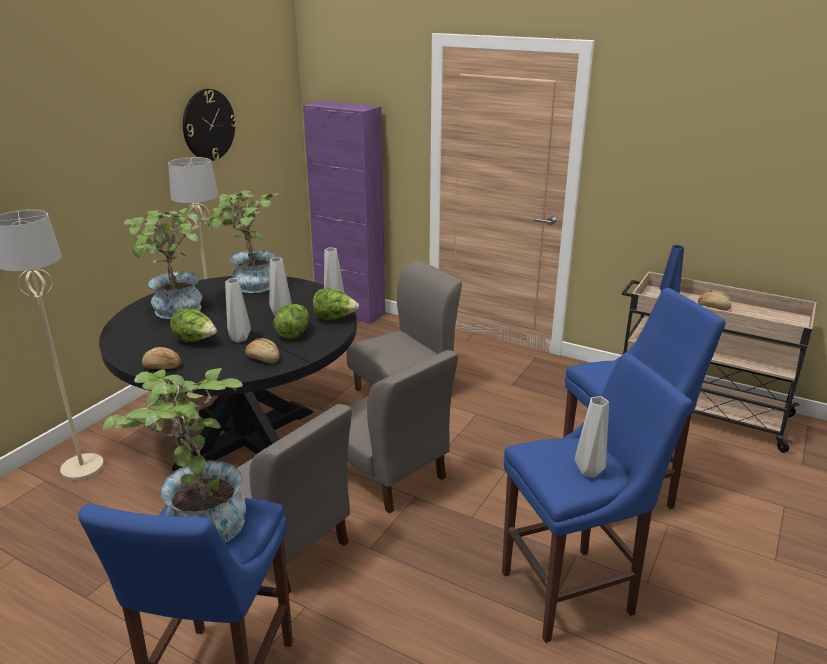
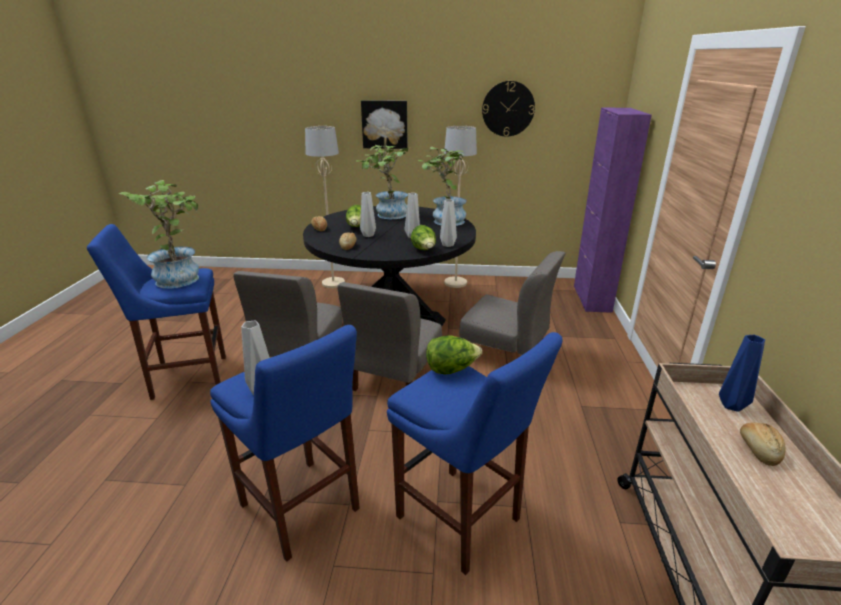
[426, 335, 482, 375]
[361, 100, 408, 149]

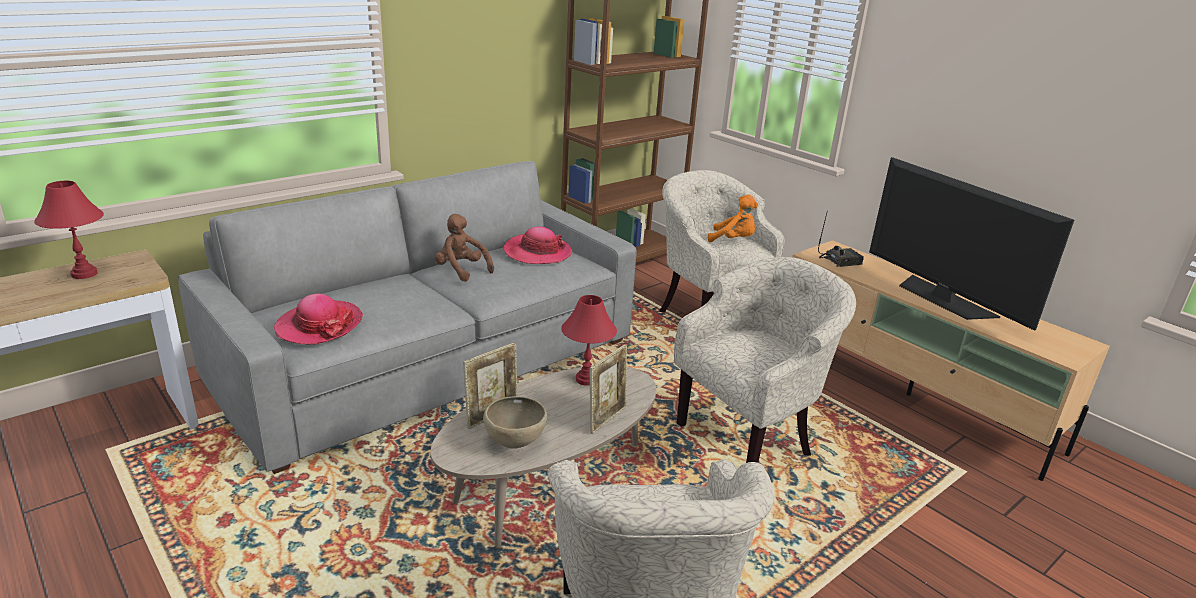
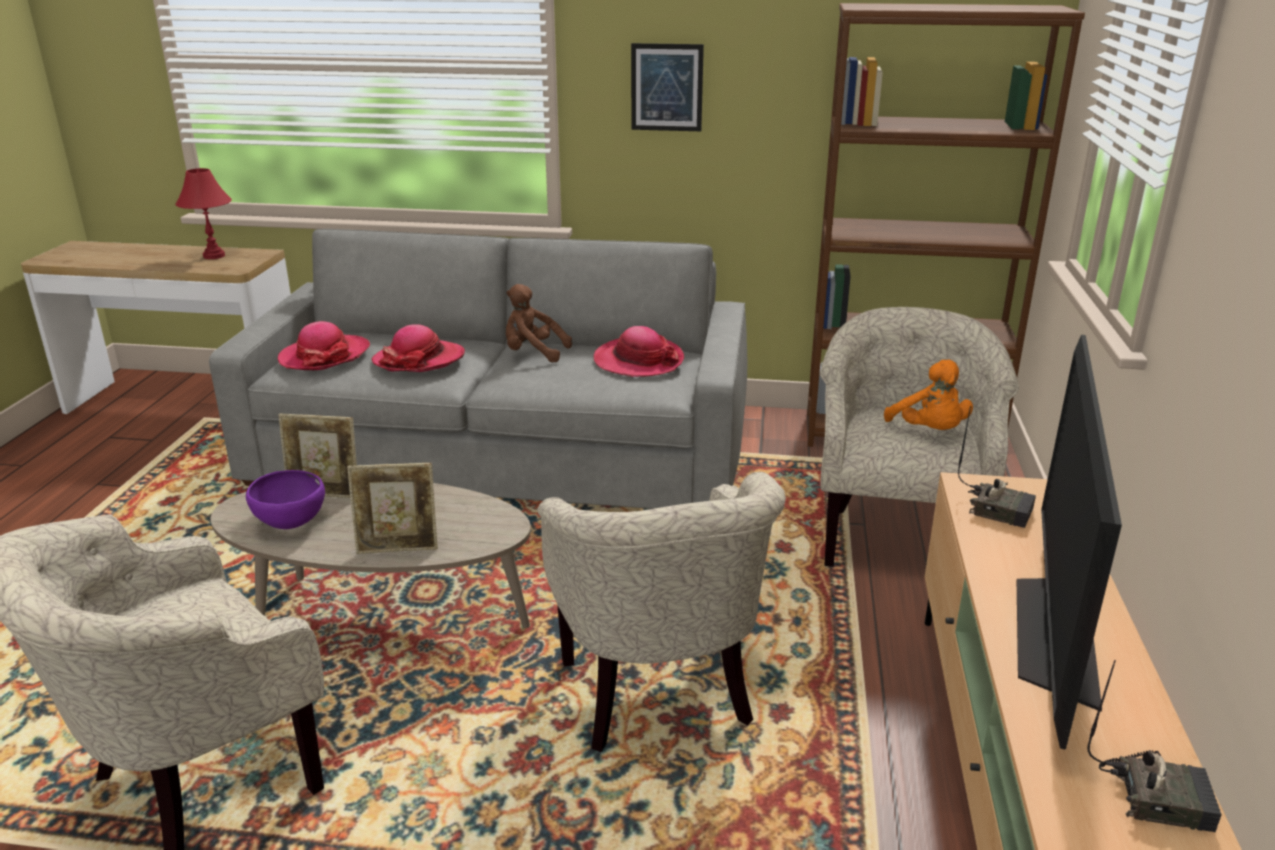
[506, 284, 572, 363]
[246, 470, 325, 529]
[561, 295, 617, 386] (first image)
[538, 472, 786, 752]
[372, 324, 465, 372]
[631, 43, 704, 131]
[1087, 660, 1222, 832]

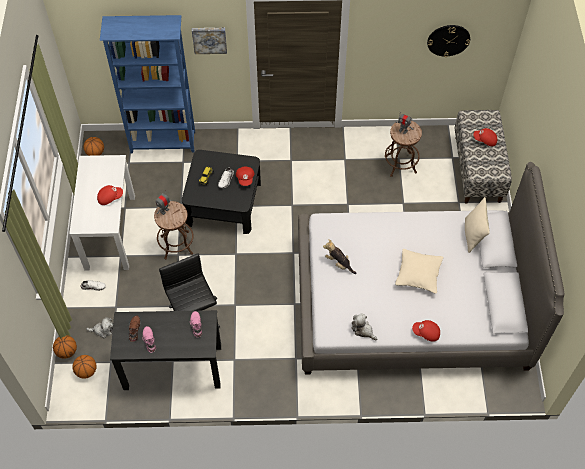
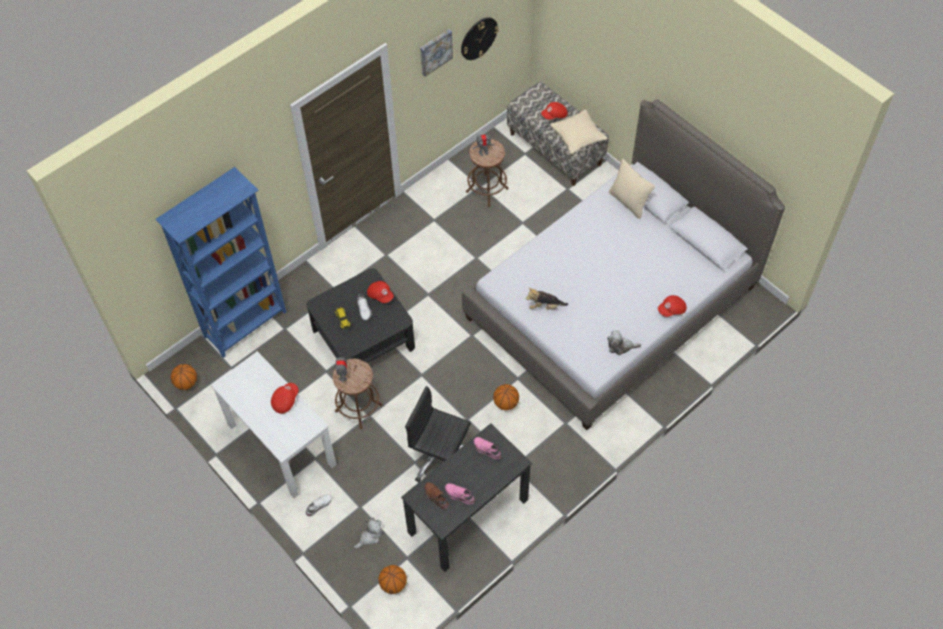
[493, 384, 519, 410]
[420, 29, 453, 77]
[550, 109, 608, 154]

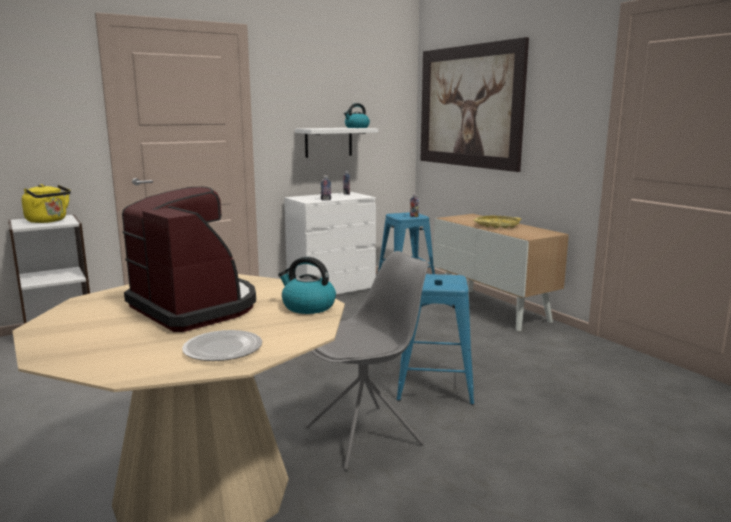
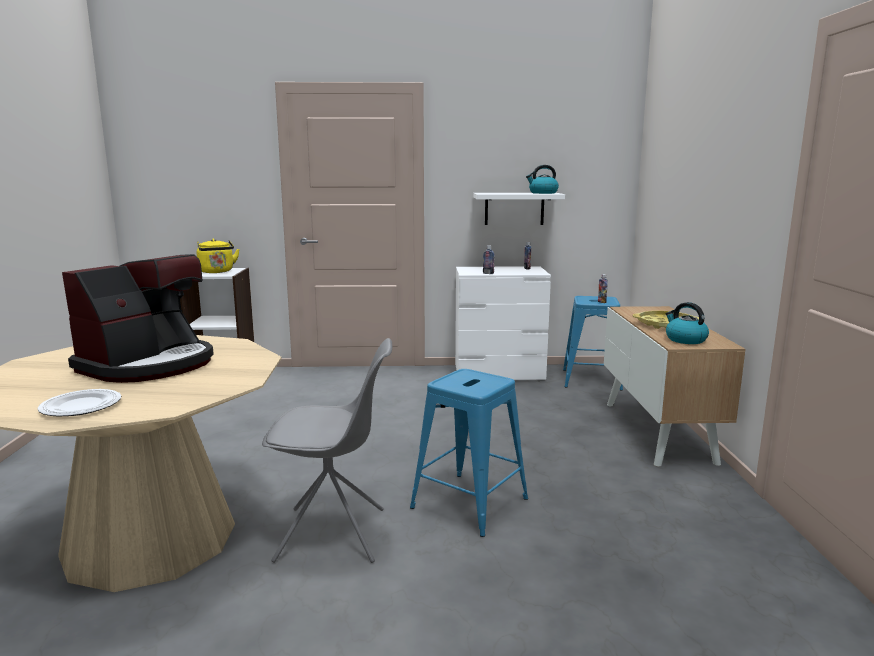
[62, 254, 214, 383]
[665, 302, 709, 344]
[420, 37, 529, 172] (first image)

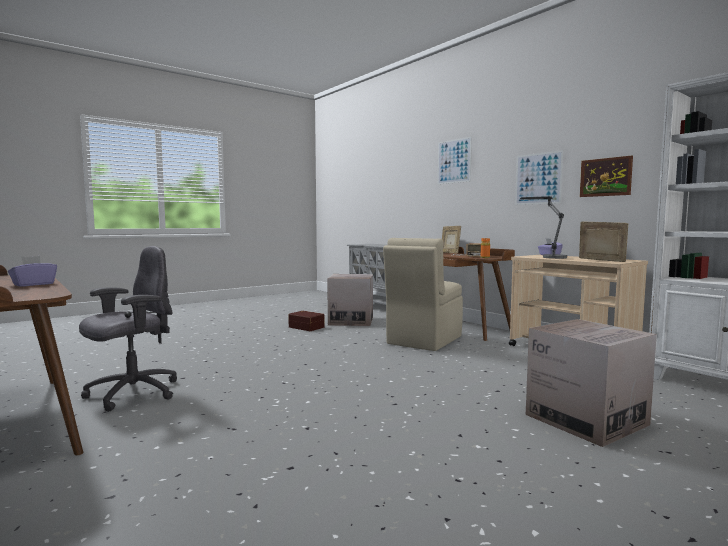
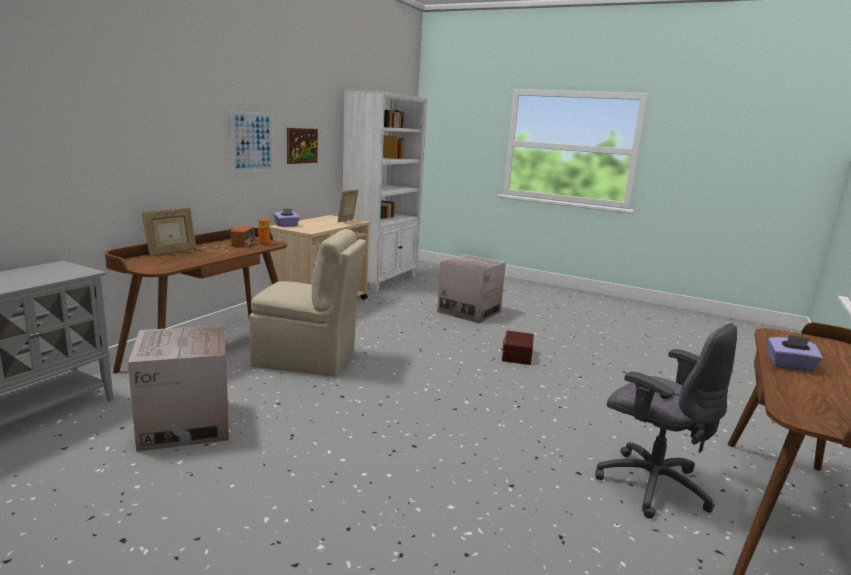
[596, 323, 737, 519]
[501, 331, 534, 365]
[438, 136, 472, 184] (first image)
[520, 196, 567, 259] (first image)

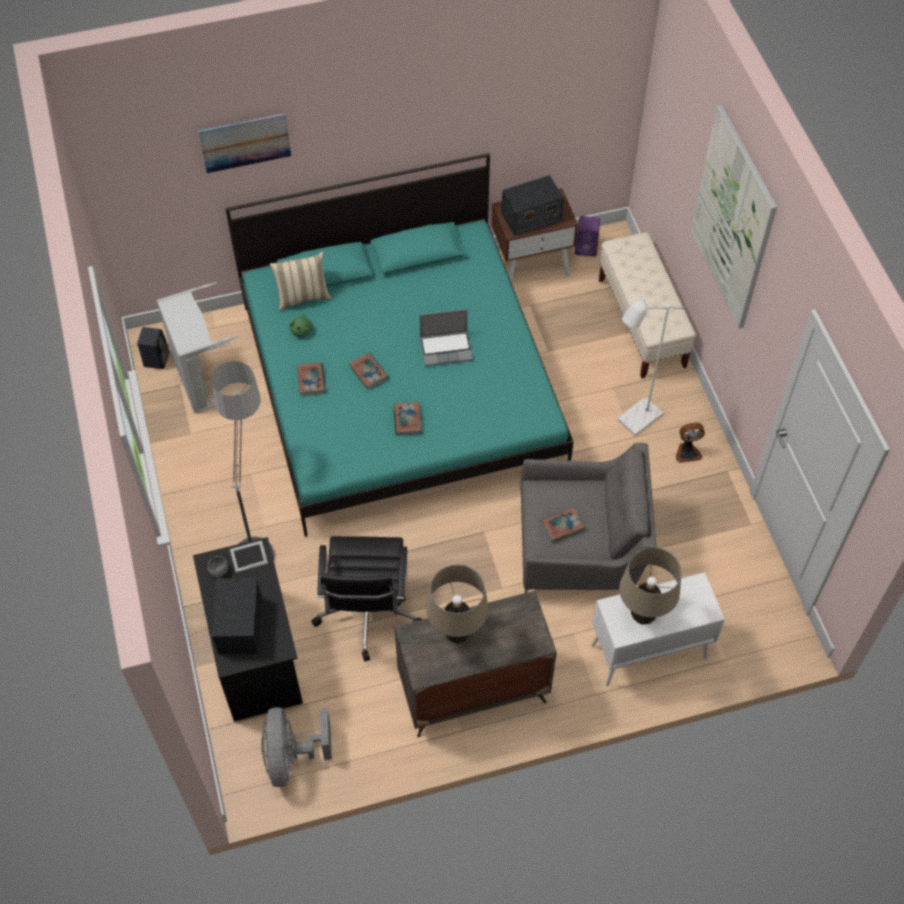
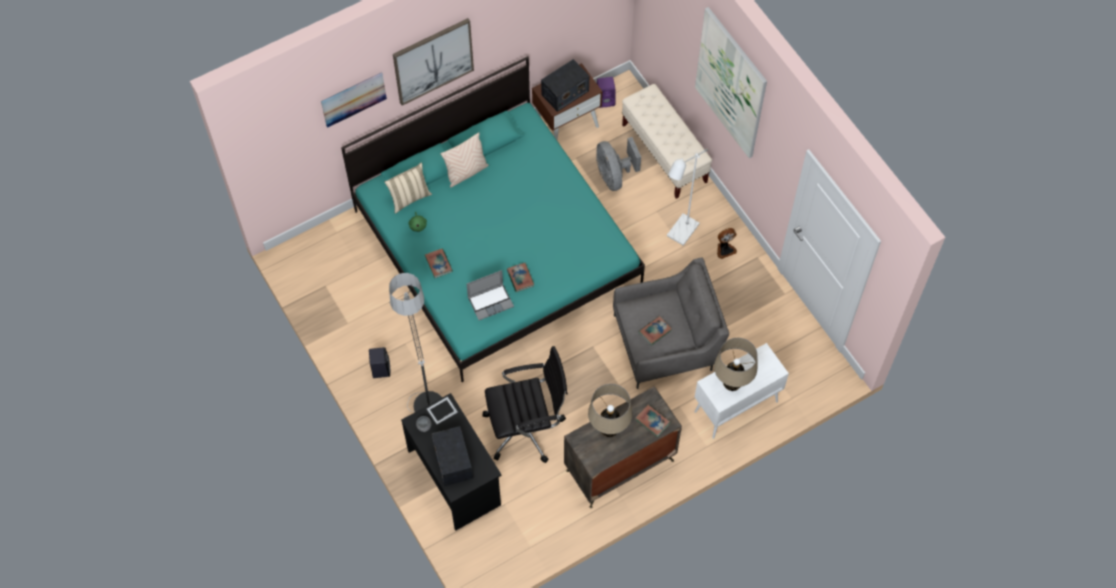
[369, 347, 391, 378]
[157, 282, 239, 414] (first image)
[596, 137, 641, 191]
[483, 346, 568, 463]
[635, 404, 671, 437]
[467, 270, 514, 320]
[393, 18, 474, 106]
[440, 132, 489, 188]

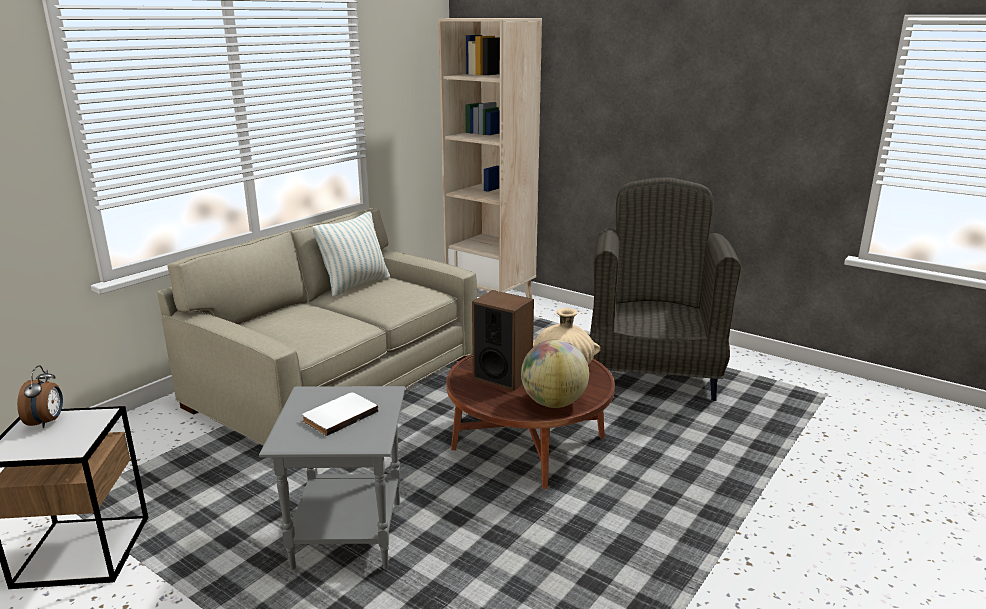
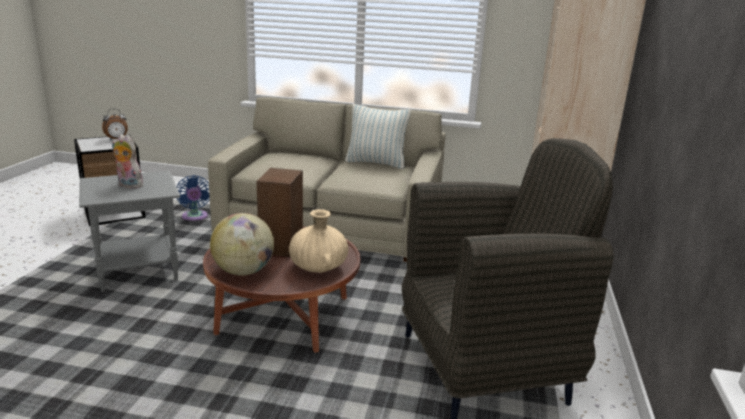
[112, 134, 143, 189]
[176, 175, 210, 221]

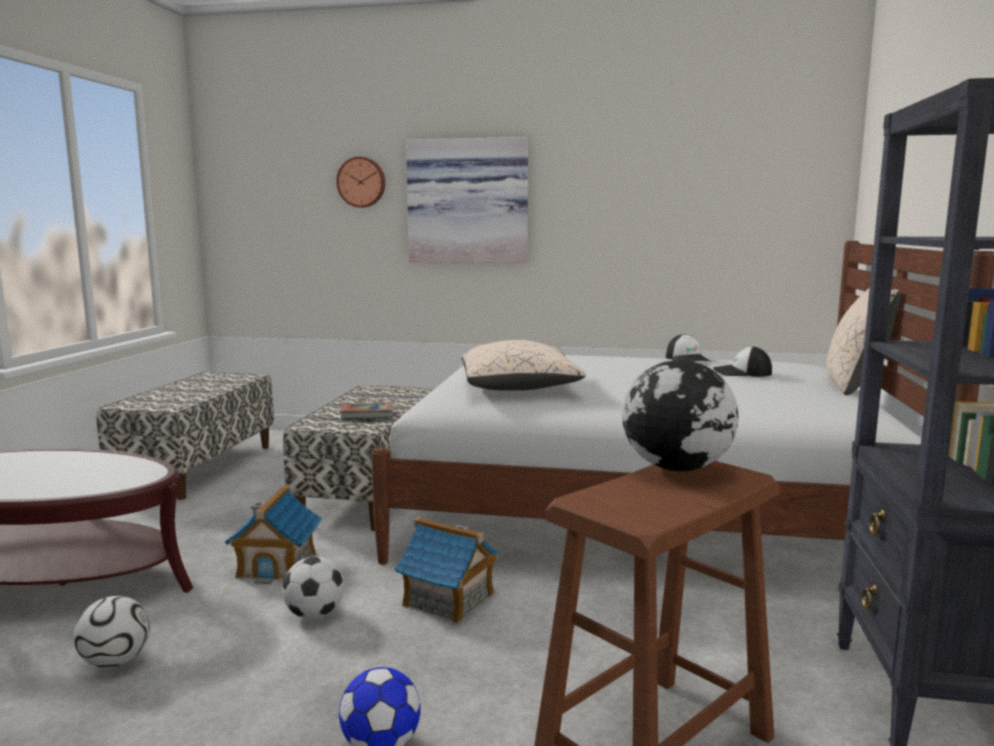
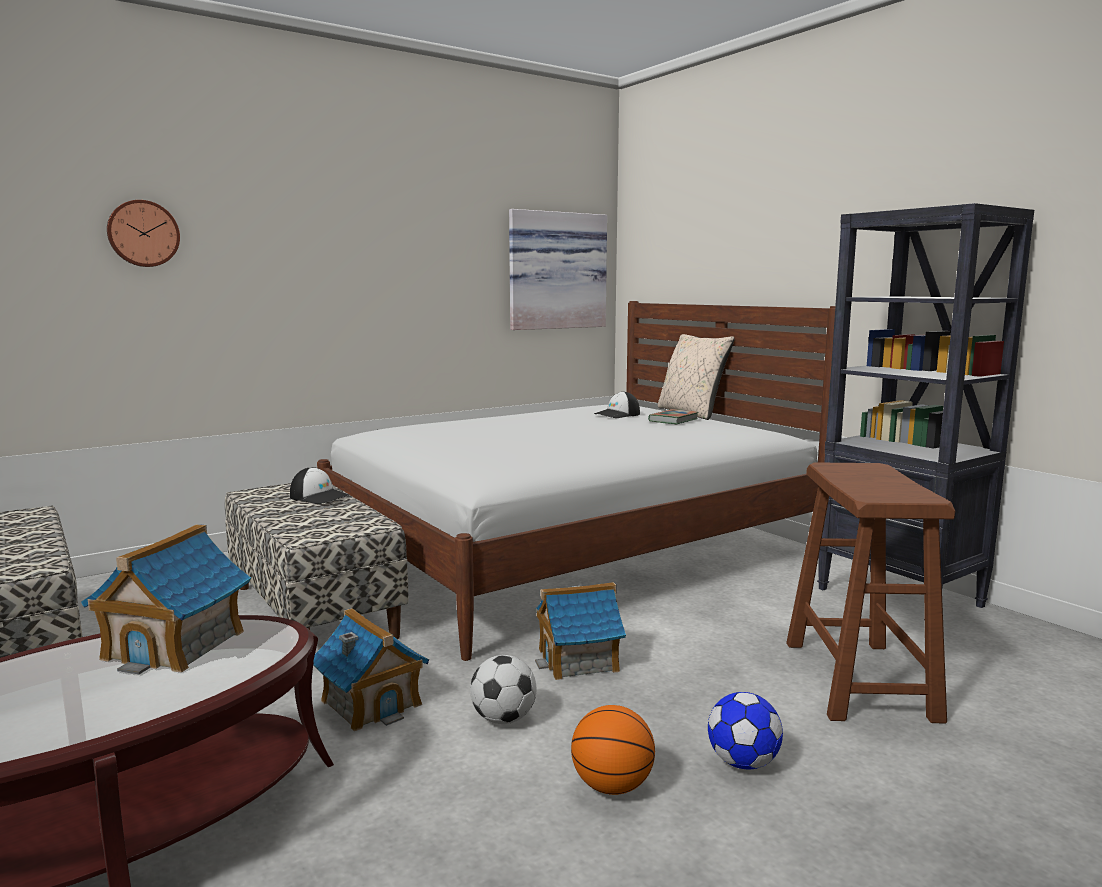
[74, 596, 150, 667] (first image)
[648, 409, 699, 424]
[509, 209, 607, 330]
[461, 340, 586, 391] (first image)
[622, 360, 739, 471] (first image)
[290, 467, 349, 504]
[81, 524, 251, 674]
[571, 705, 655, 795]

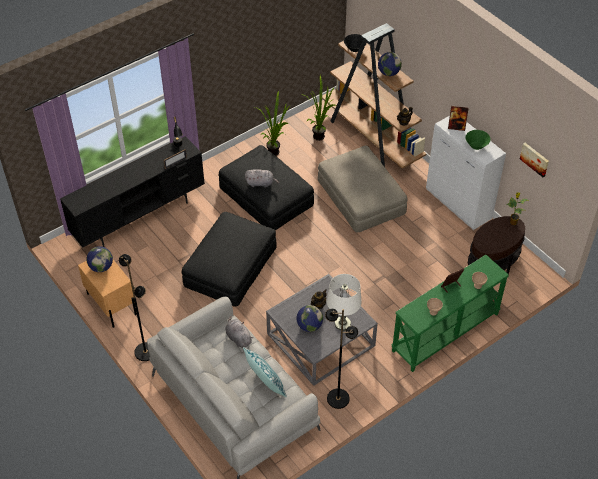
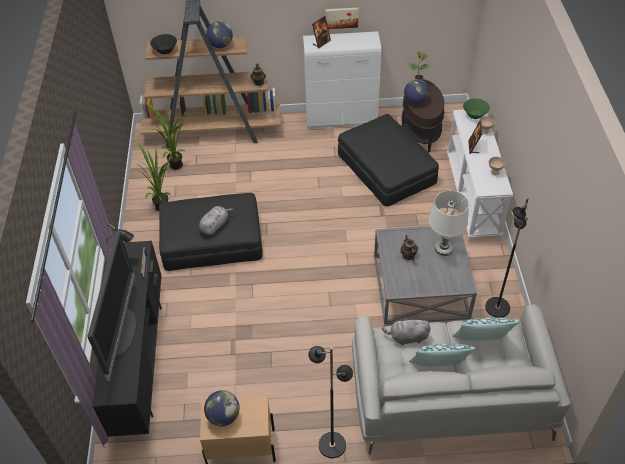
[338, 114, 439, 206]
[404, 79, 429, 104]
[318, 146, 407, 232] (first image)
[447, 110, 513, 242]
[463, 98, 490, 119]
[325, 8, 359, 29]
[87, 231, 137, 381]
[409, 344, 476, 366]

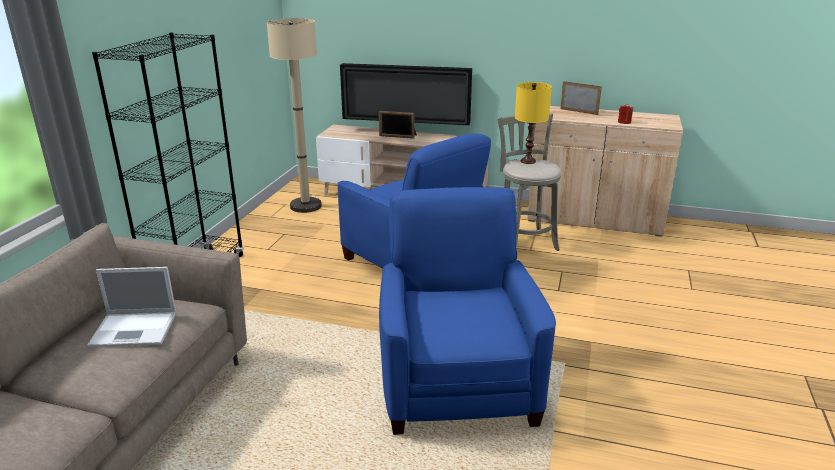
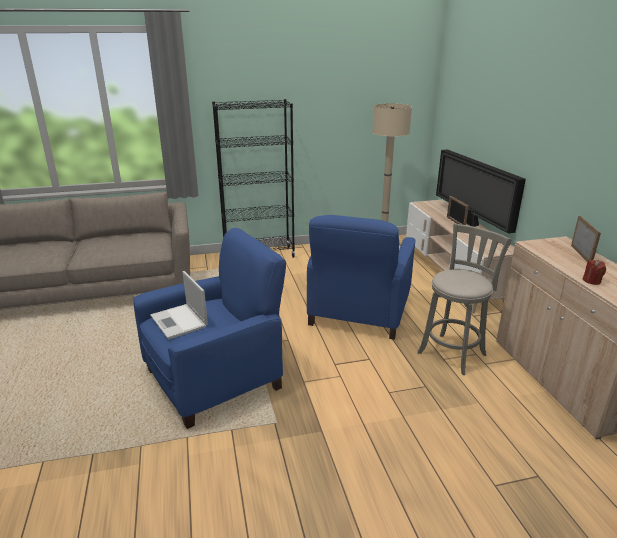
[150, 271, 208, 339]
[515, 82, 552, 164] (first image)

